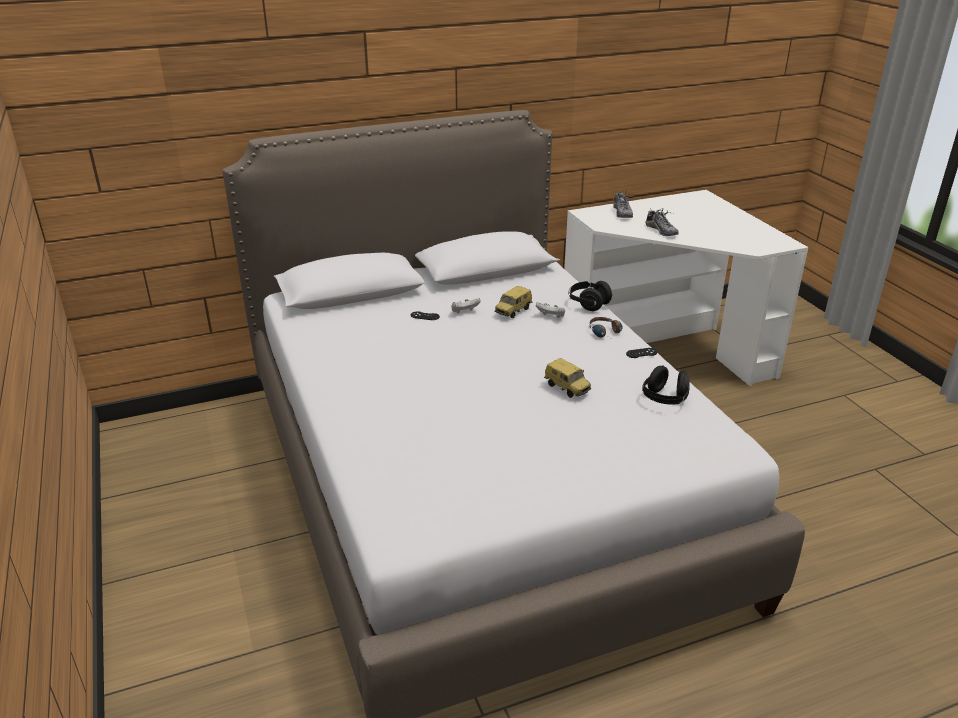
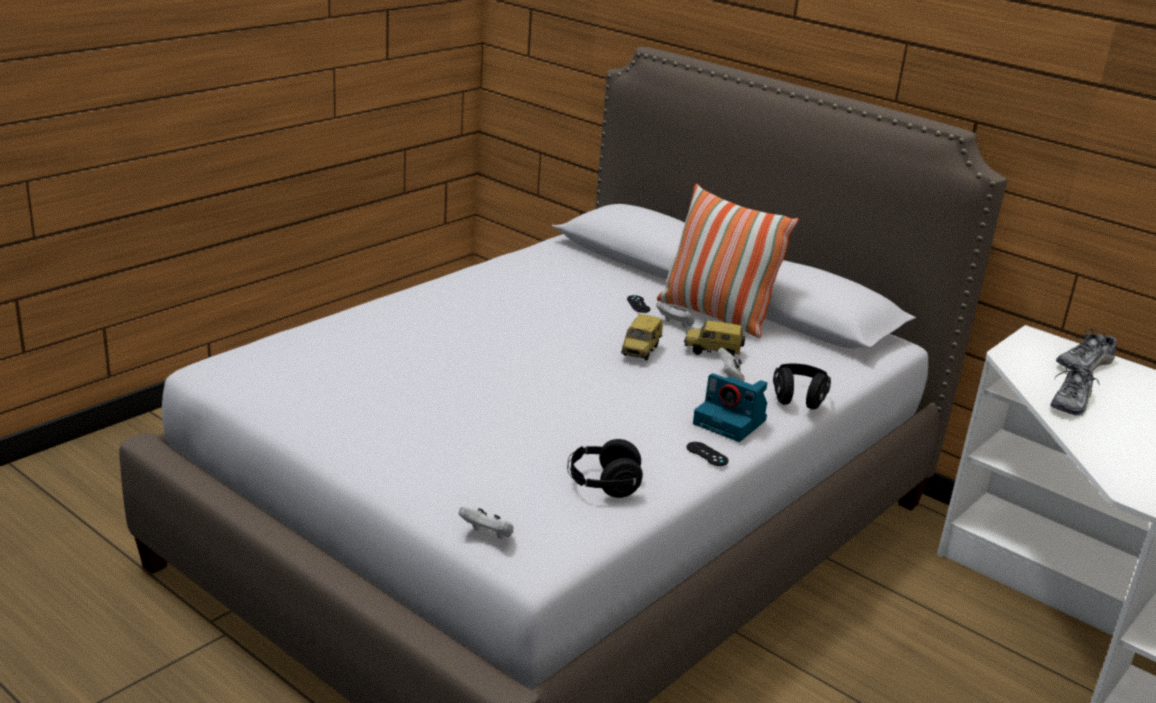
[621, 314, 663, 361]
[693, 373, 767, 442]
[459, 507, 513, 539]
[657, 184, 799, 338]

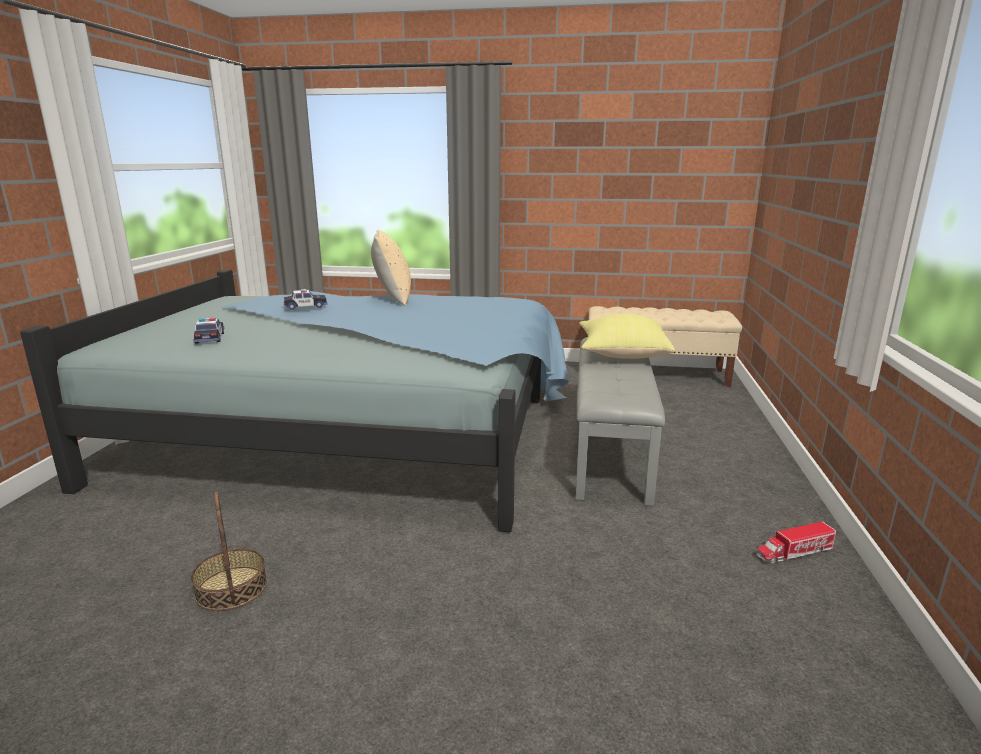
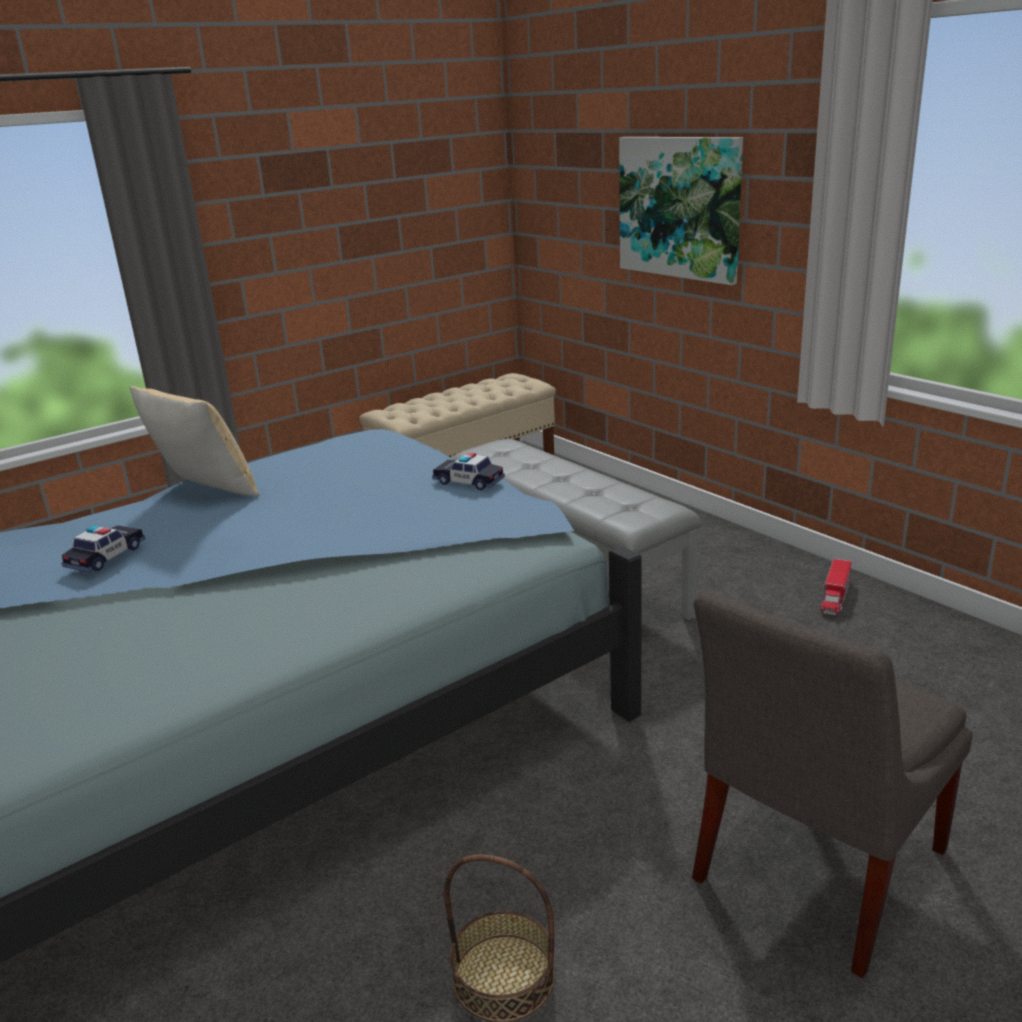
[432, 452, 505, 490]
[579, 314, 675, 359] (first image)
[619, 137, 743, 285]
[692, 591, 973, 978]

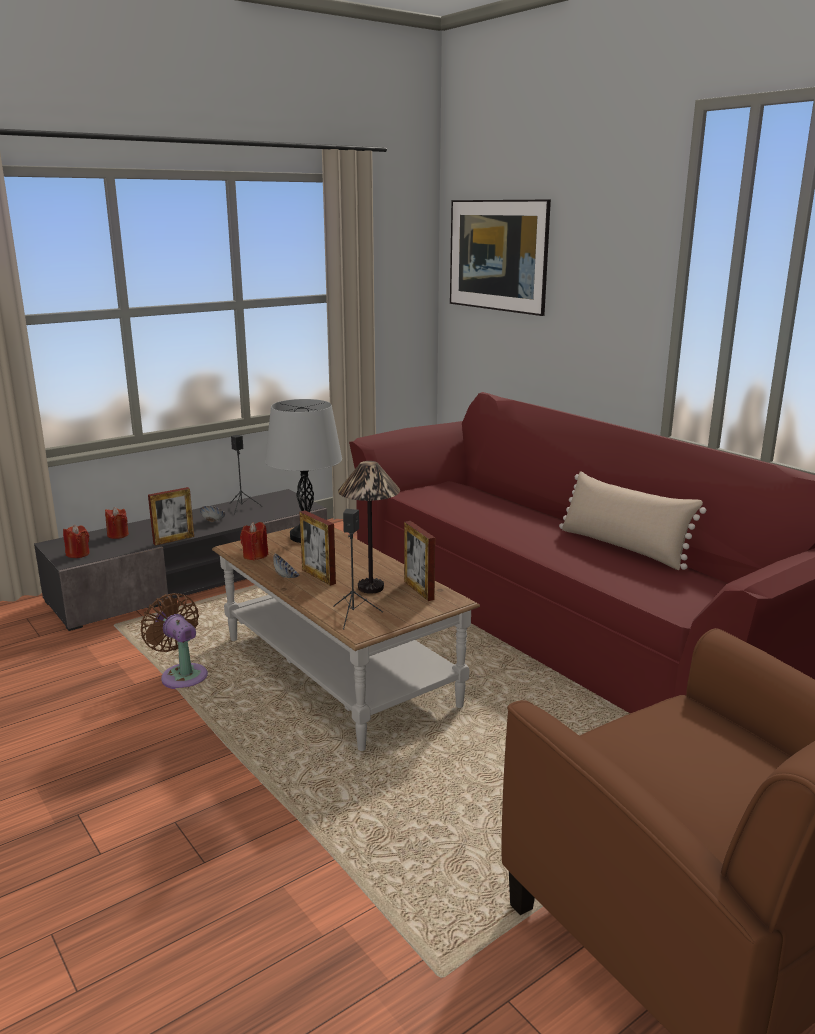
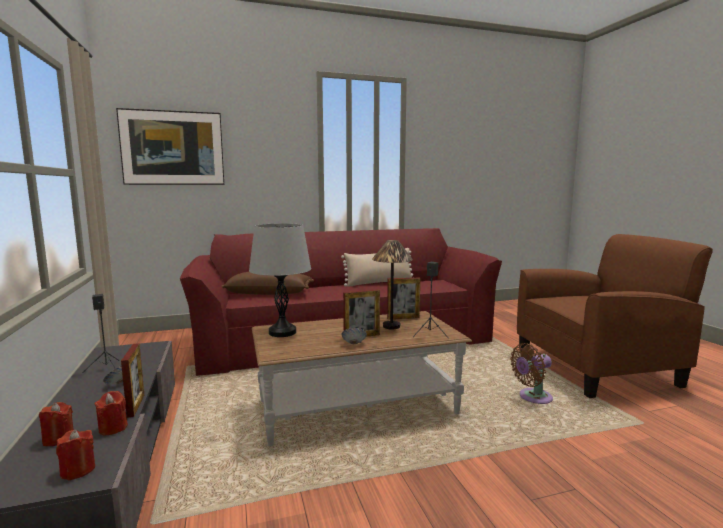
[510, 343, 553, 404]
[95, 391, 128, 436]
[221, 272, 314, 295]

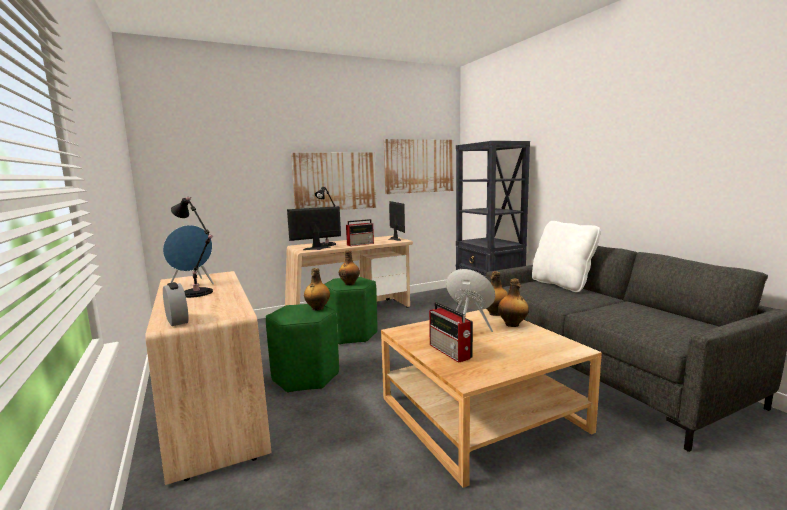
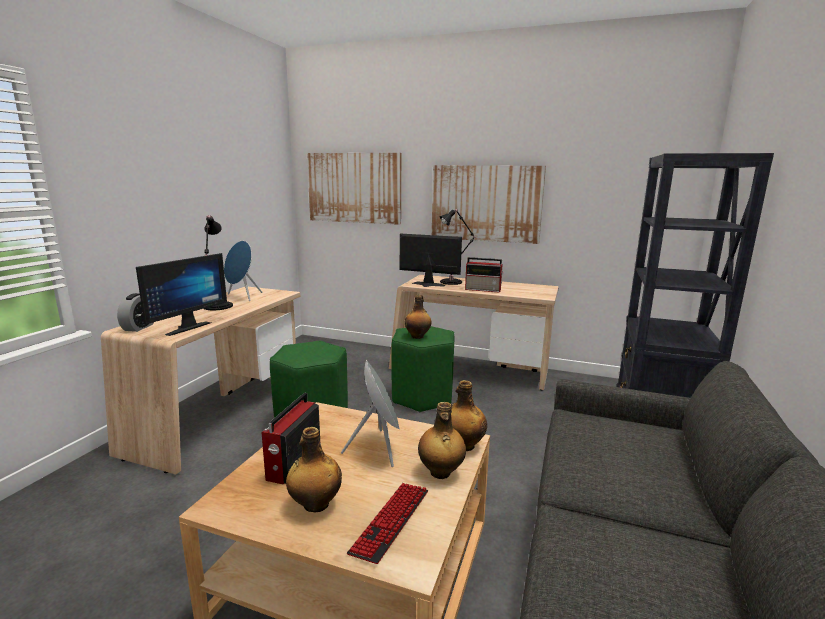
[286, 427, 342, 513]
[307, 153, 401, 225]
[136, 253, 227, 336]
[532, 221, 601, 292] (first image)
[347, 483, 428, 564]

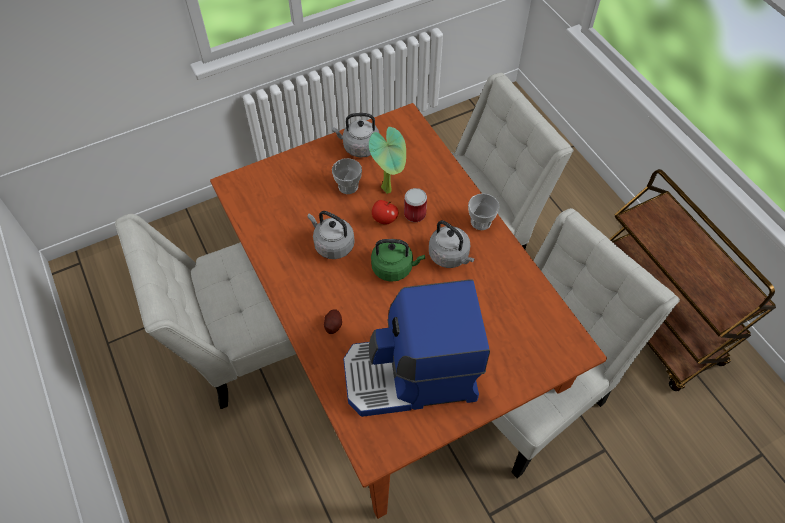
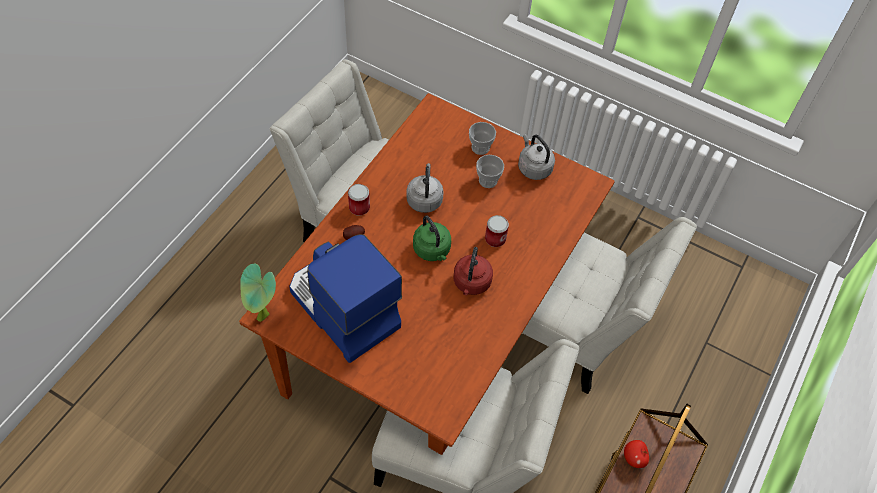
[240, 263, 276, 322]
[624, 440, 649, 468]
[454, 247, 493, 295]
[469, 122, 496, 155]
[348, 184, 370, 216]

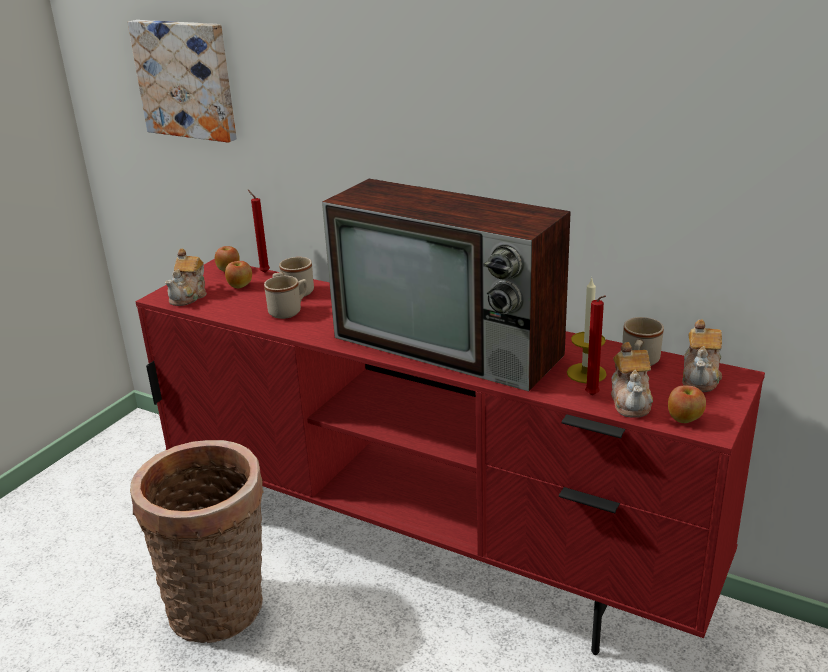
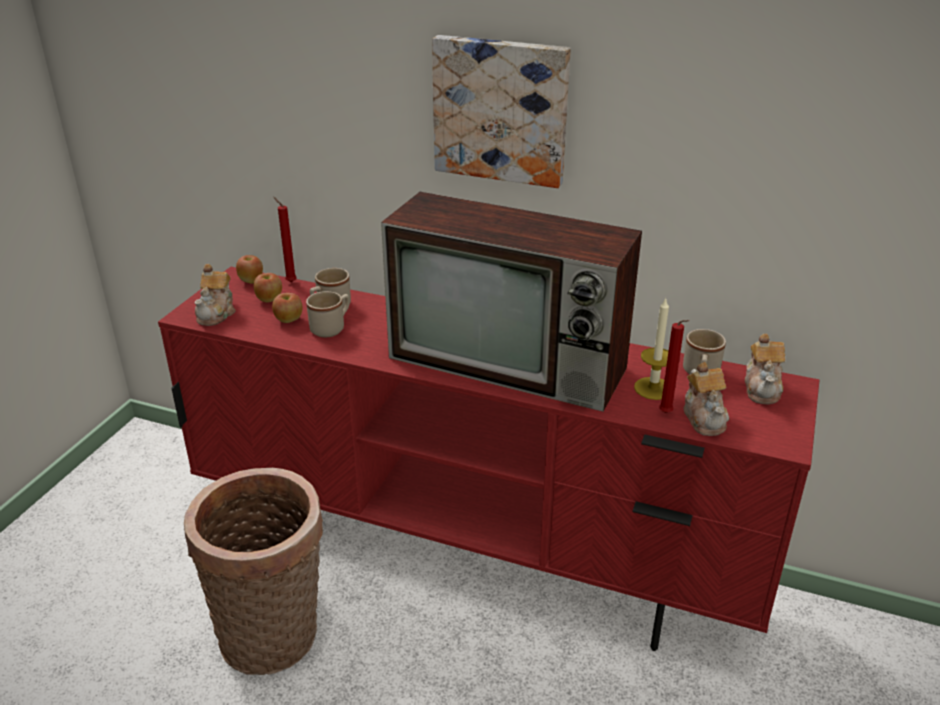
[432, 35, 571, 188]
[272, 293, 302, 323]

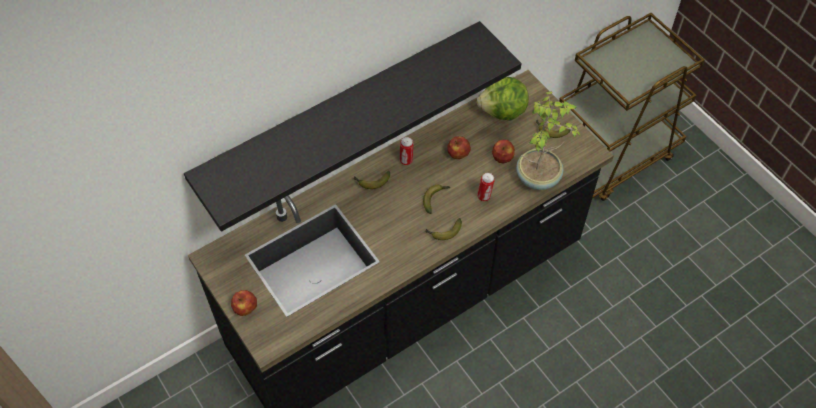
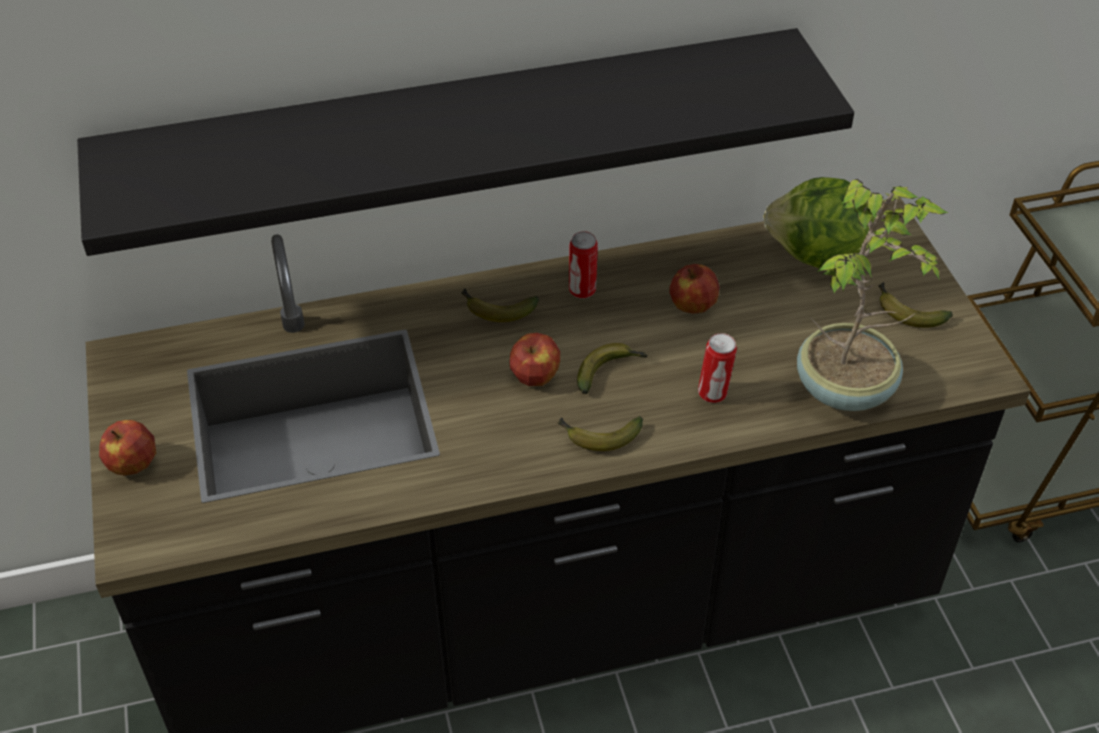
[509, 333, 560, 386]

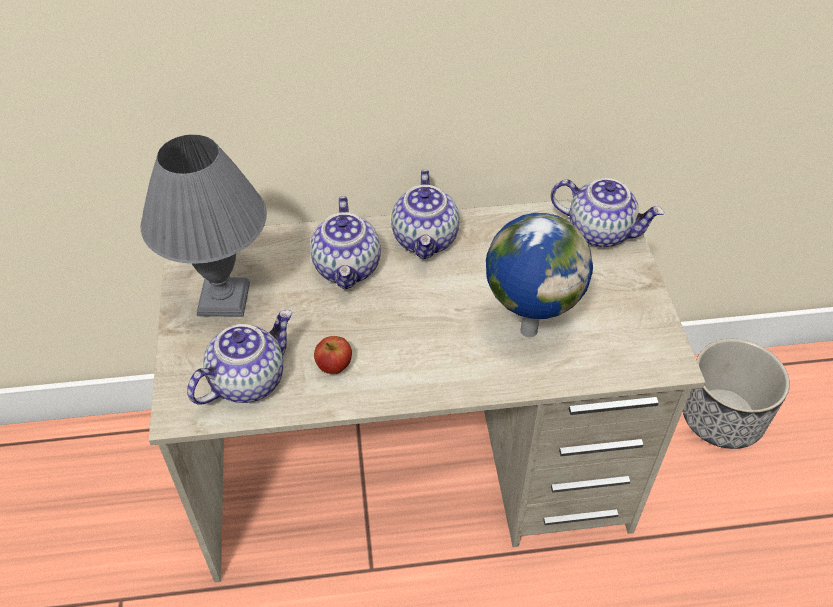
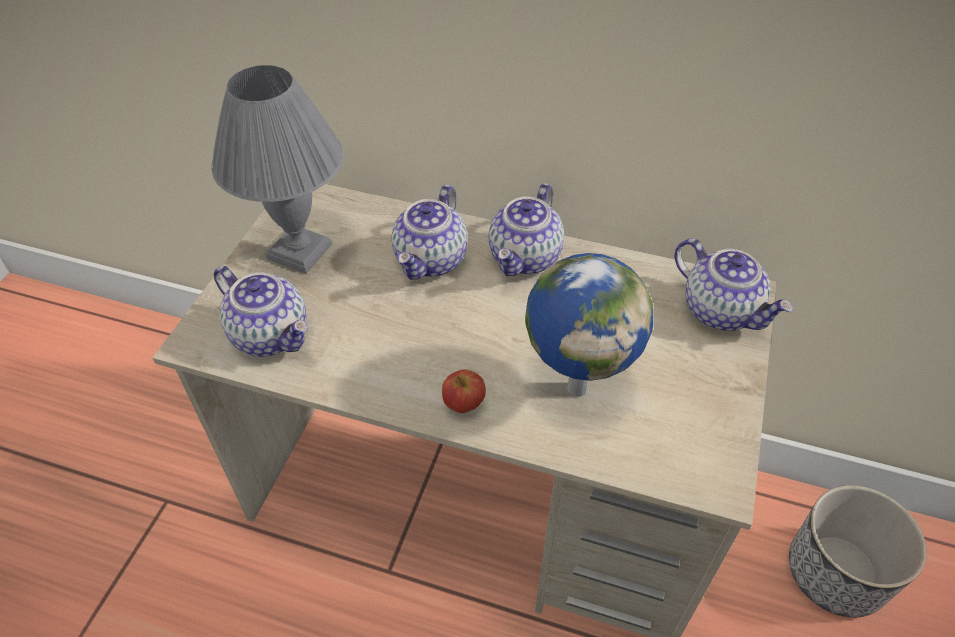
[214, 266, 308, 356]
[442, 370, 486, 413]

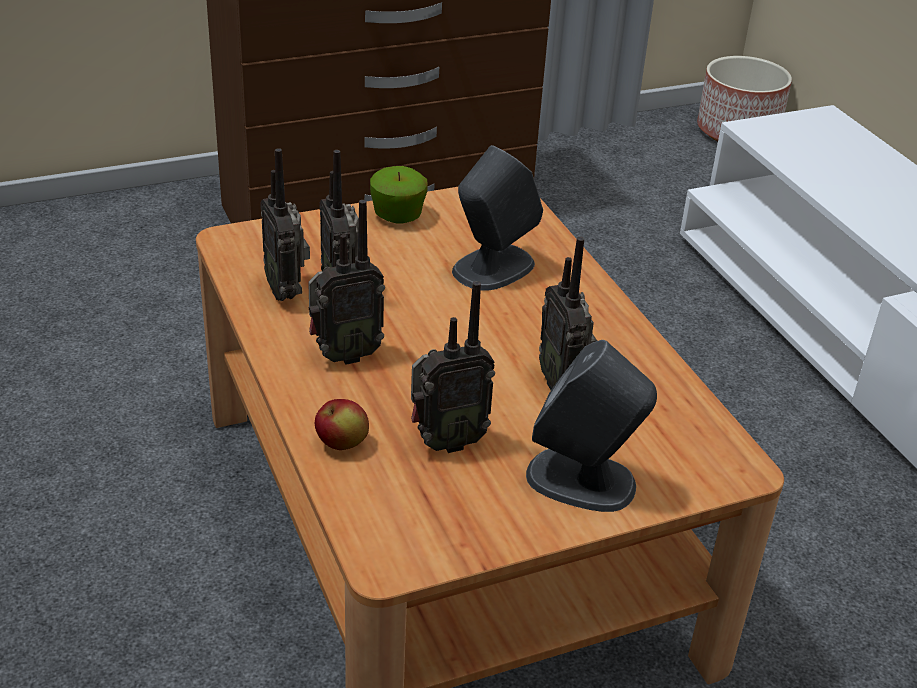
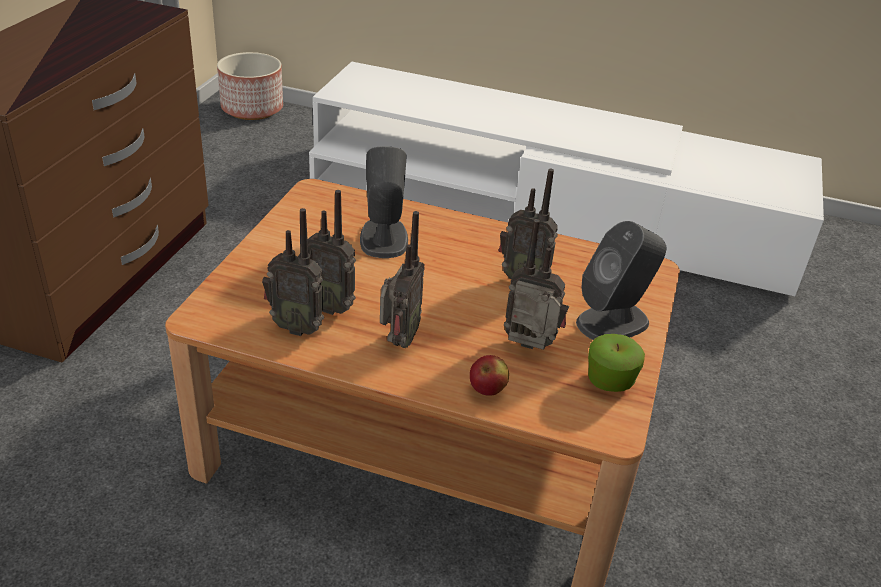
[588, 334, 645, 392]
[504, 219, 569, 350]

